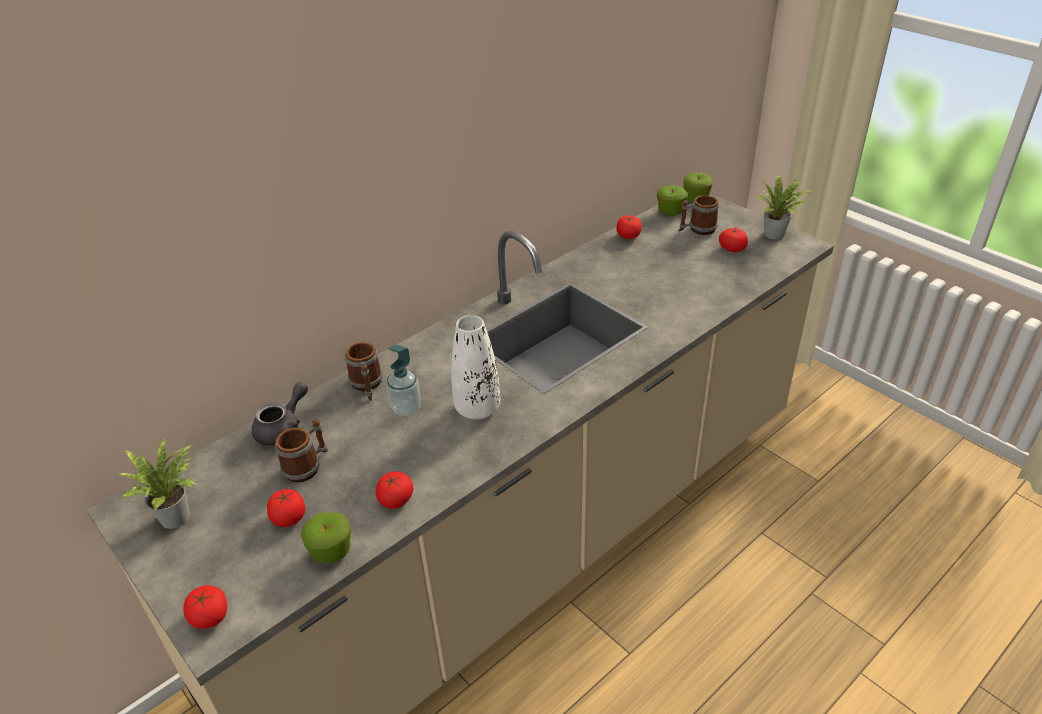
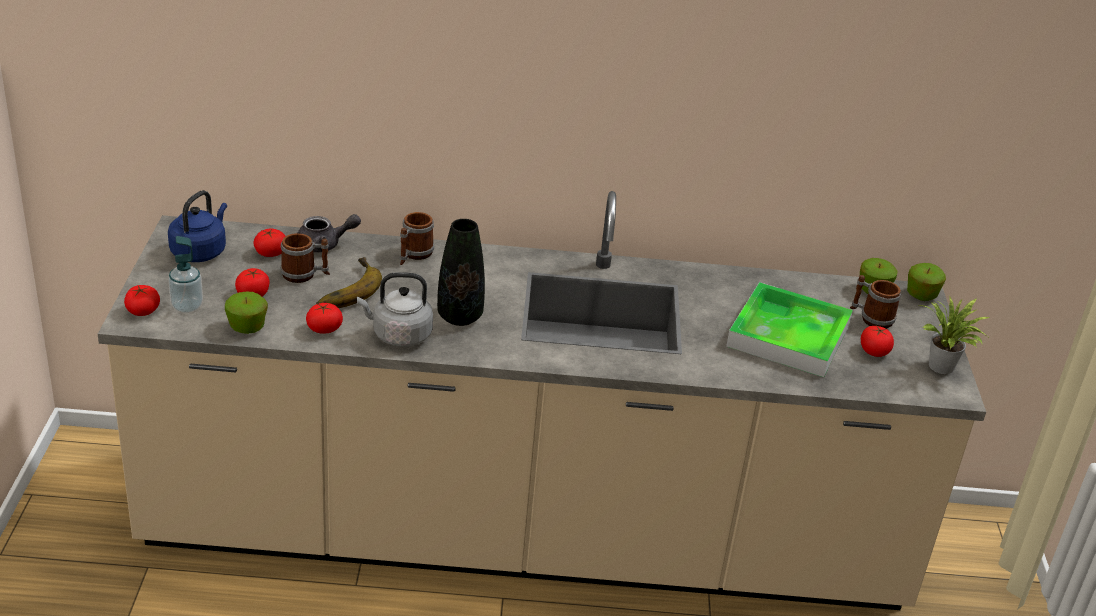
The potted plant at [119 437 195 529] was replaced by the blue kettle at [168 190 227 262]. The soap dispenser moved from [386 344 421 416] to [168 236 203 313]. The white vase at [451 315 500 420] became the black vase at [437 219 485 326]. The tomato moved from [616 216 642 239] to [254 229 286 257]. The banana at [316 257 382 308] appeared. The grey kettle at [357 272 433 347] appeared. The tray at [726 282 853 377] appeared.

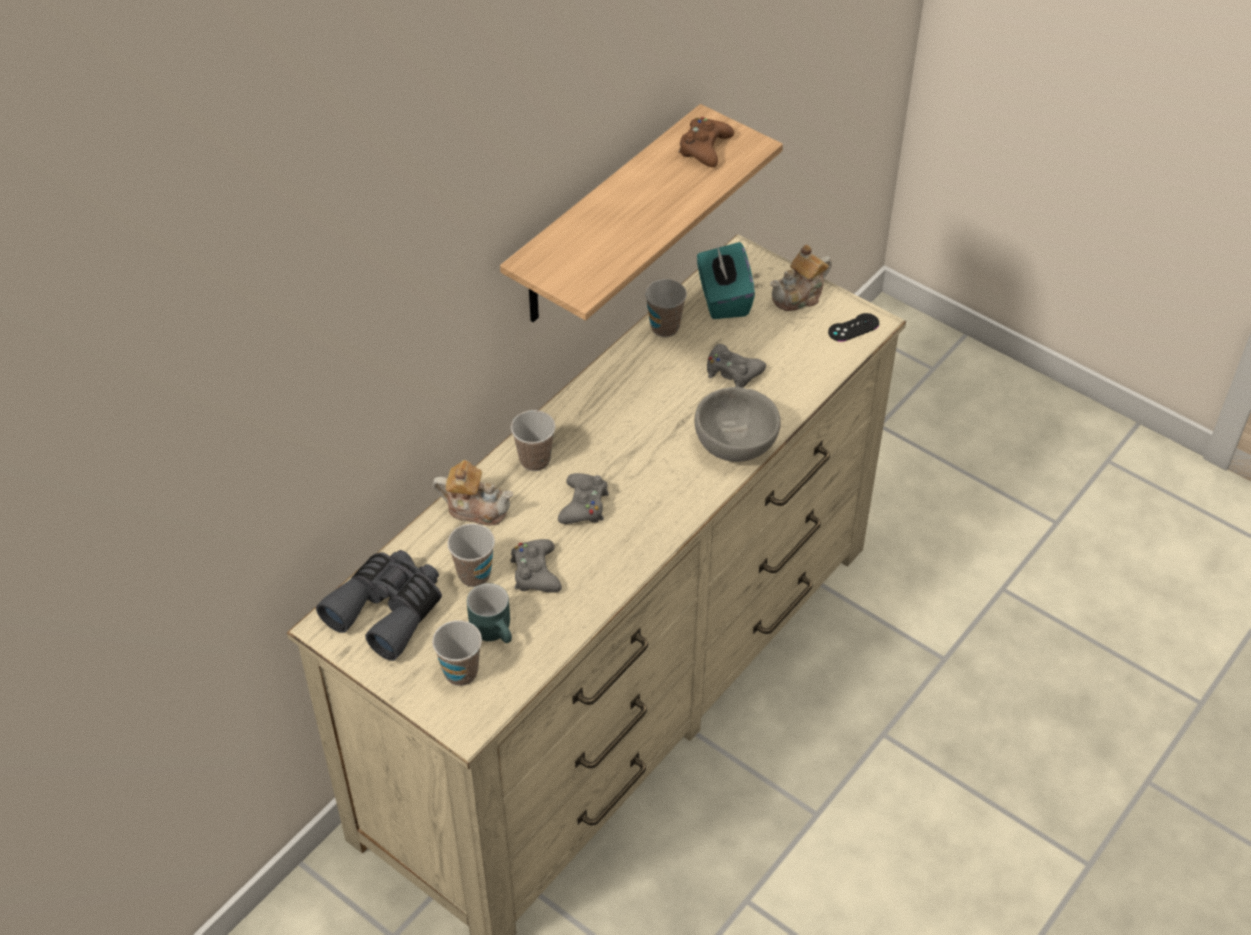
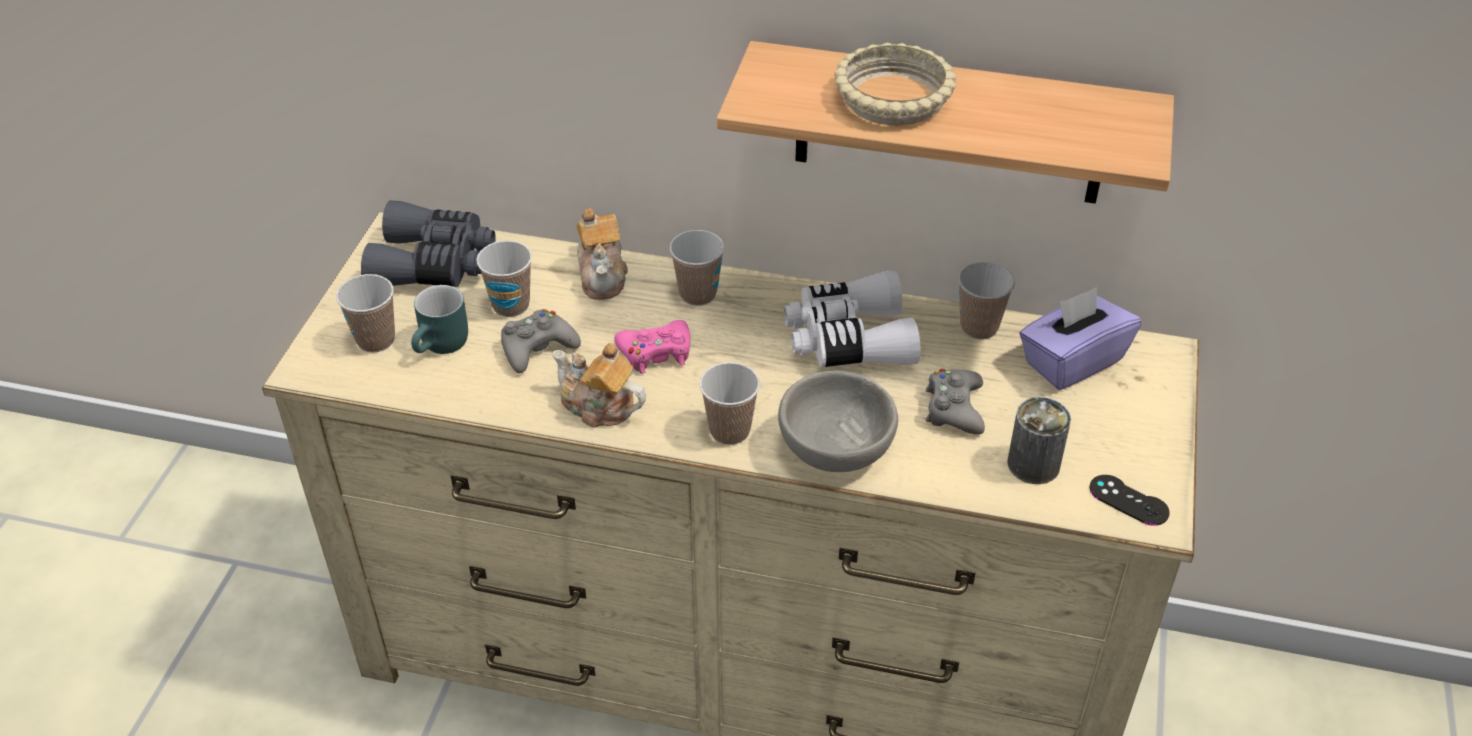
The grey game controller at [558 473 609 524] became the pink game controller at [614 320 690 374]. The brown game controller at [679 117 734 167] disappeared. The turquoise tissue box at [697 242 755 319] became the purple tissue box at [1019 287 1141 390]. The teapot moved from [770 245 832 311] to [552 343 646 428]. The cup at [700 362 760 445] appeared. The white binoculars at [784 271 921 367] appeared. The beige bowl at [834 43 956 125] appeared. The can at [1007 397 1071 484] appeared.

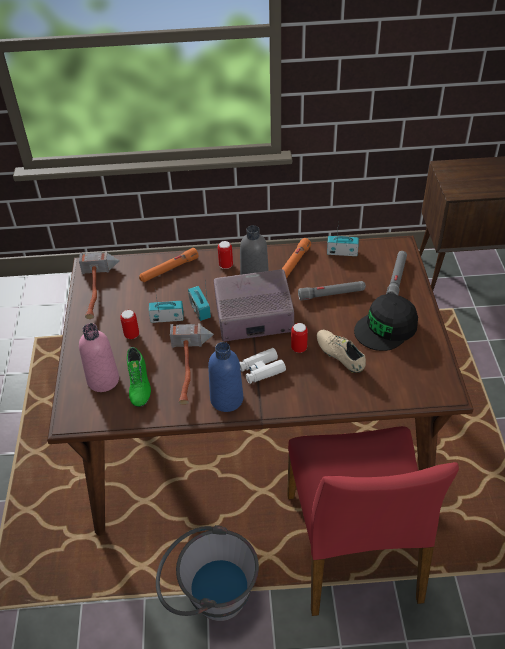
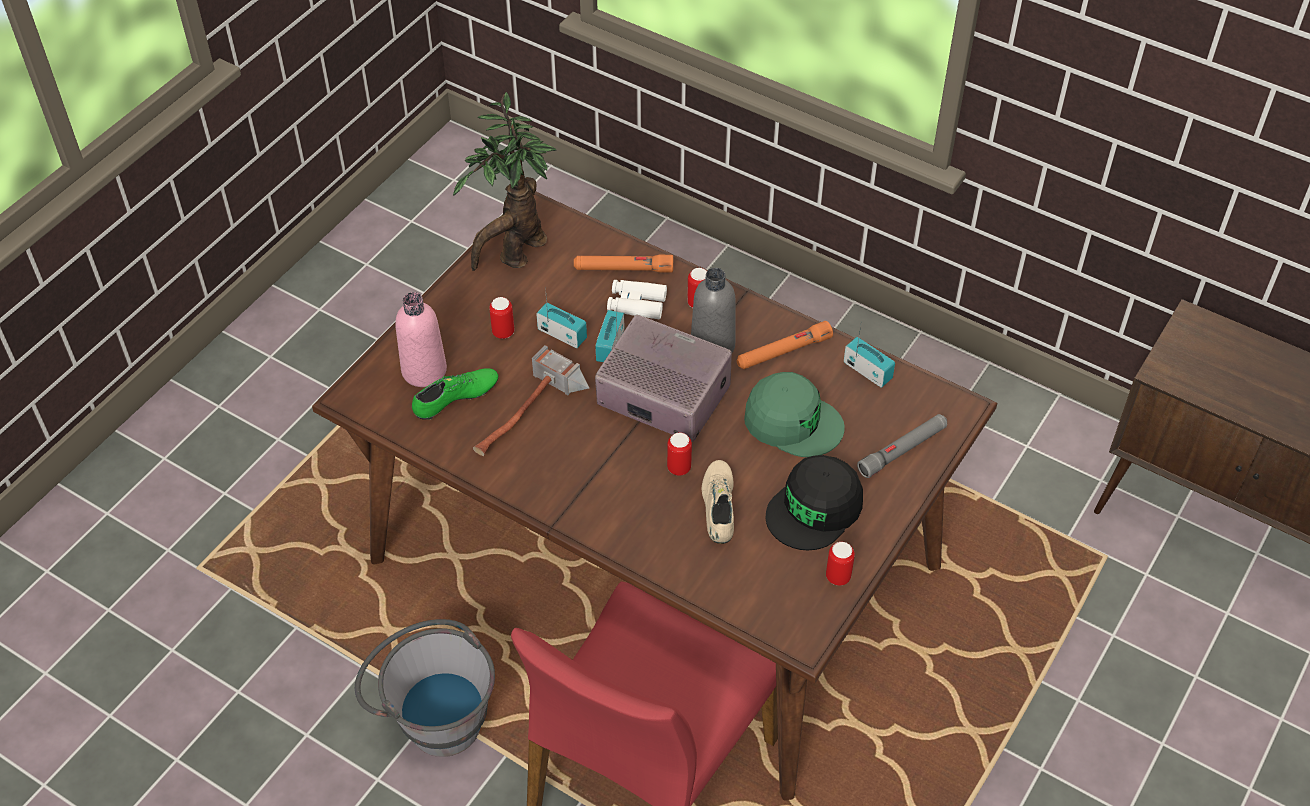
The hammer at [79 251 120 319] was replaced by the potted plant at [453 92 556 271]. The green shoe at [127 347 151 407] turned 150 degrees counterclockwise. The blue bottle at [208 342 243 412] disappeared. The white binoculars moved from [240 348 286 384] to [607 280 667 319]. The grey flashlight at [298 281 366 301] was replaced by the green cap at [744 372 845 457]. The black cap at [354 294 418 351] turned 45 degrees counterclockwise. The can at [826 542 855 586] appeared.

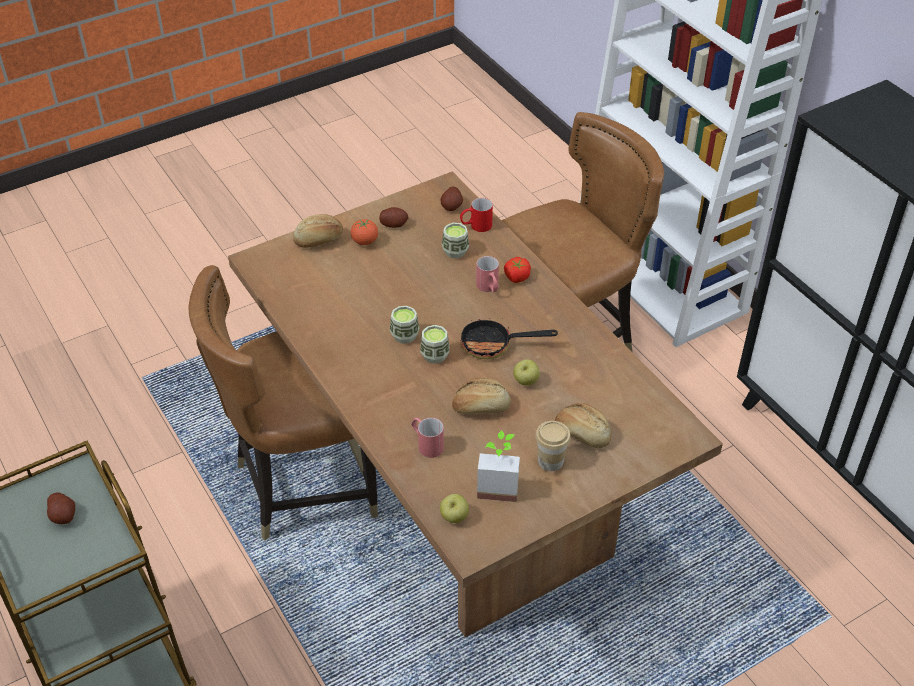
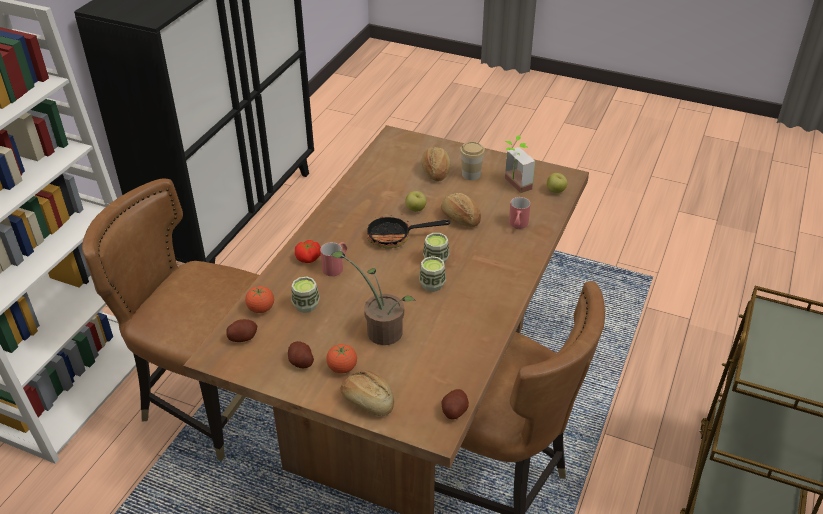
The potato moved from [47 492 75 524] to [441 389 469 420]. The red mug at [460 198 493 232] was replaced by the tomato at [245 286 274 313]. The frying pan at [460 312 558 359] turned 120 degrees clockwise. The potted plant at [330 251 416 345] appeared.

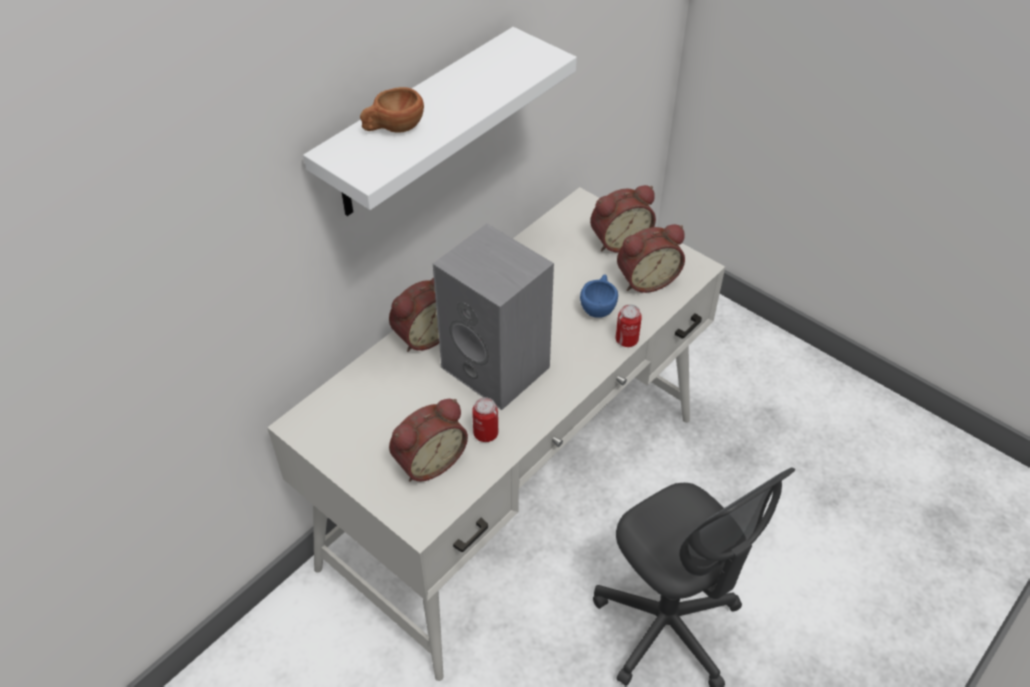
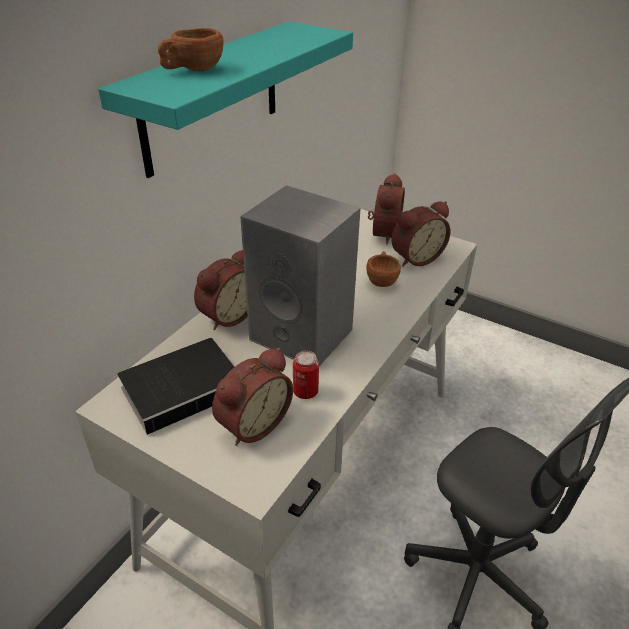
The white shelf at [303 27 577 216] became the turquoise shelf at [98 22 353 178]. The blue cup at [580 274 618 318] became the brown cup at [366 251 401 287]. The alarm clock at [590 185 656 253] turned 45 degrees counterclockwise. The can at [615 304 642 347] disappeared. The book at [117 338 234 435] appeared.

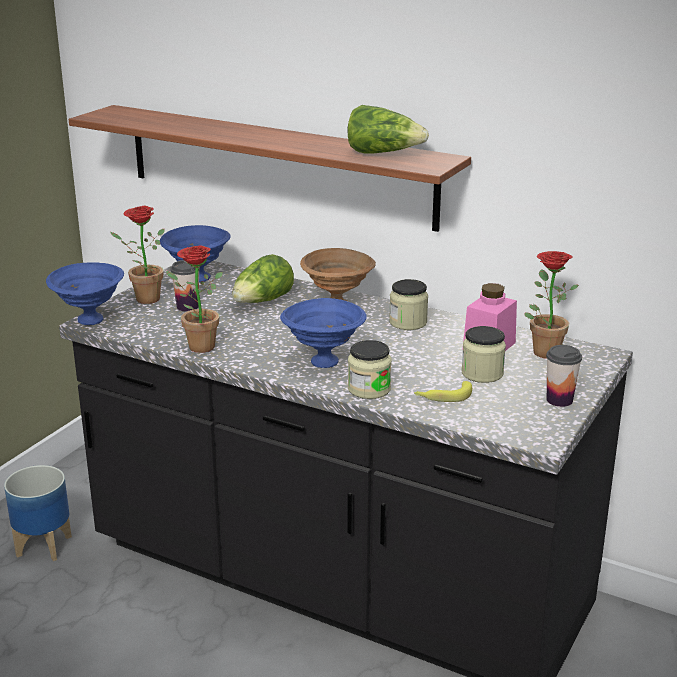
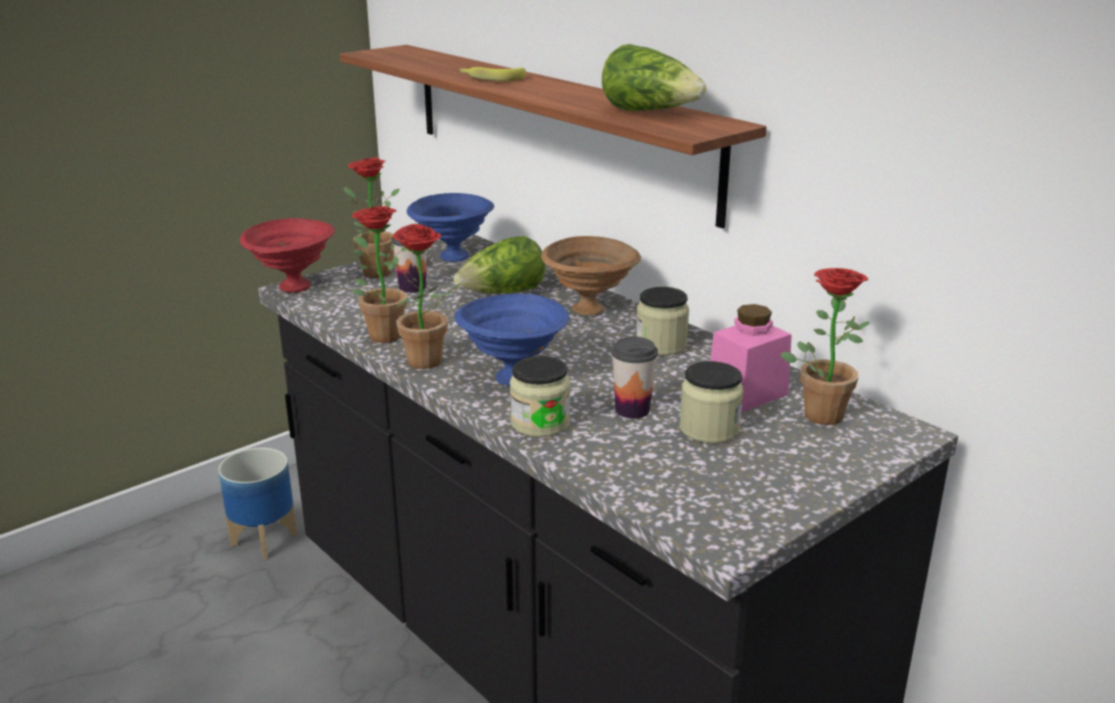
The blue bowl at [46 262 124 325] became the red bowl at [239 218 335 293]. The banana moved from [414 381 472 402] to [459 67 526 81]. The cup moved from [546 345 582 407] to [611 337 658 419]. The potted plant at [390 224 462 369] appeared.

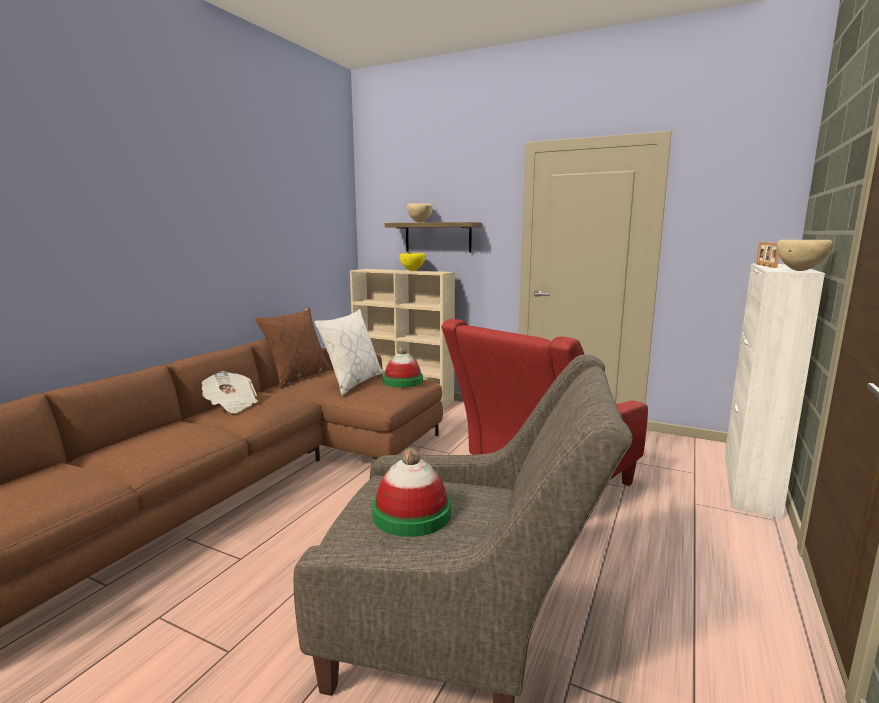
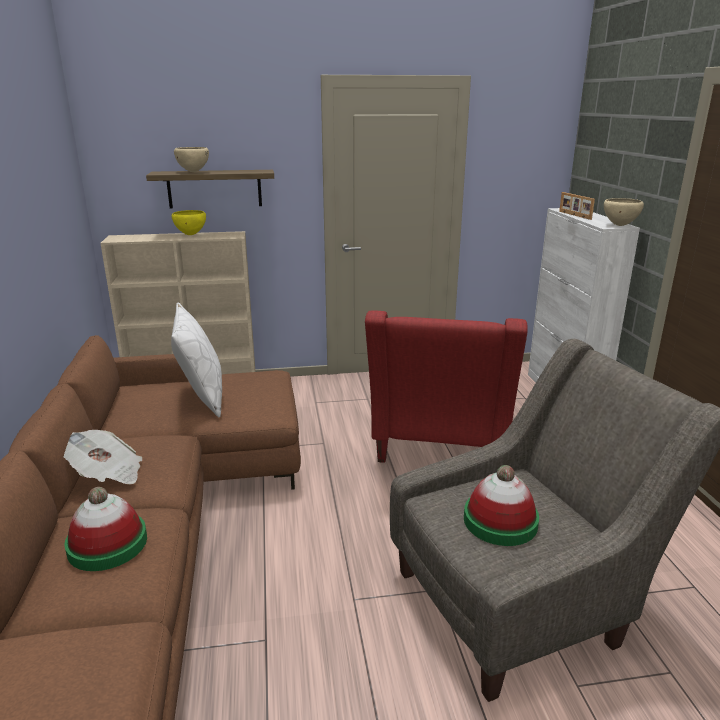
The brown pillow at [255 308 331 388] disappeared. The hat moved from [383 347 423 387] to [64 487 147 571].

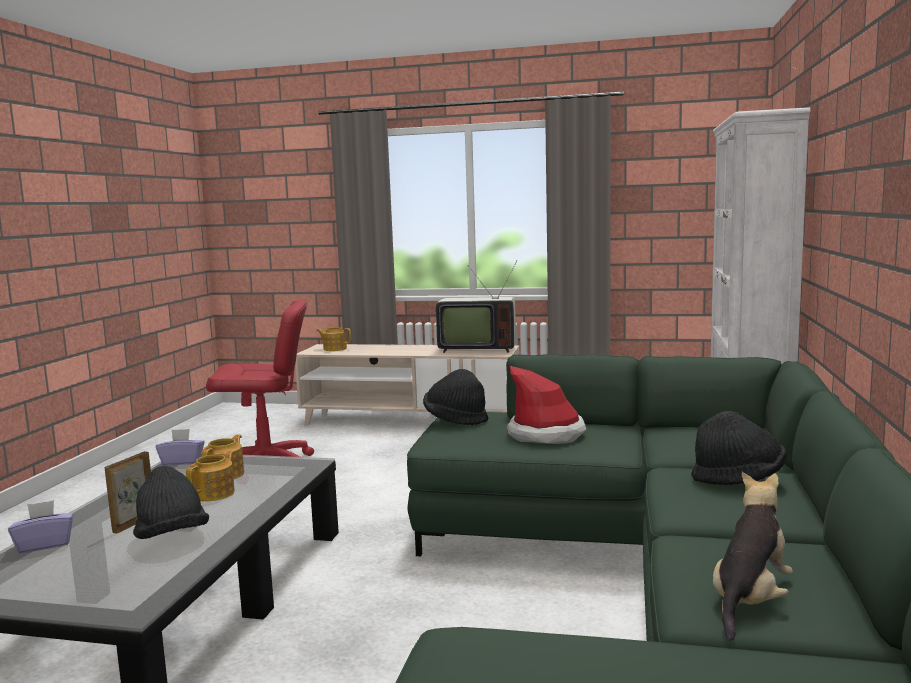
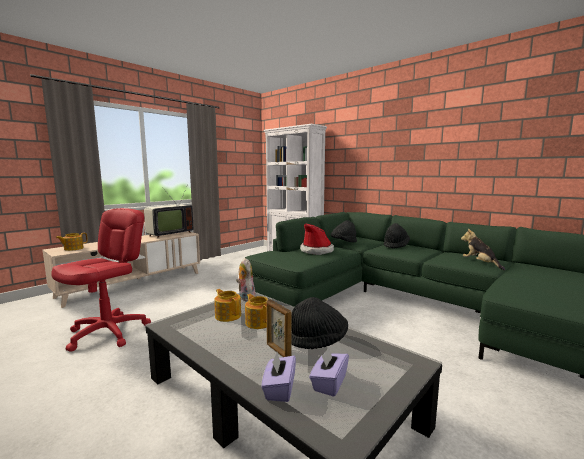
The purple tissue box moved from [156 429 205 466] to [309 347 349 397]. The black hat moved from [423 369 488 425] to [331 220 357 242]. The plush toy at [236 258 255 301] appeared.

